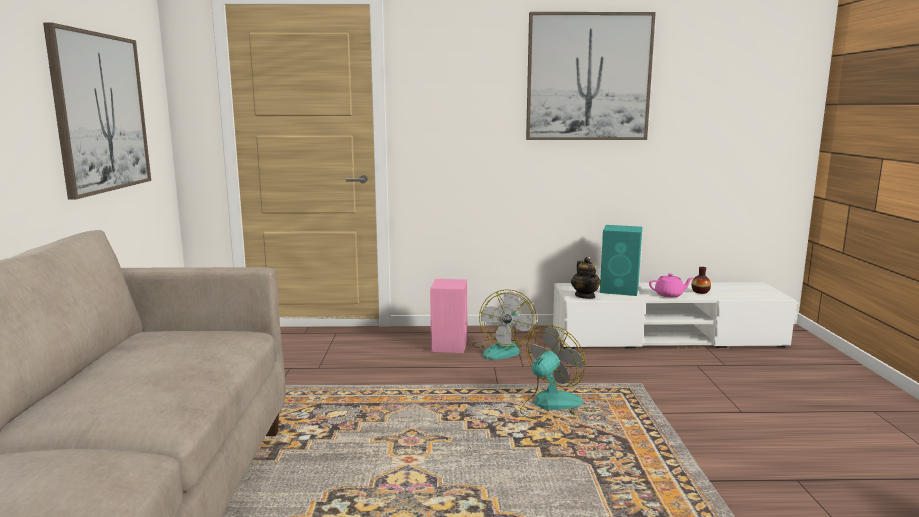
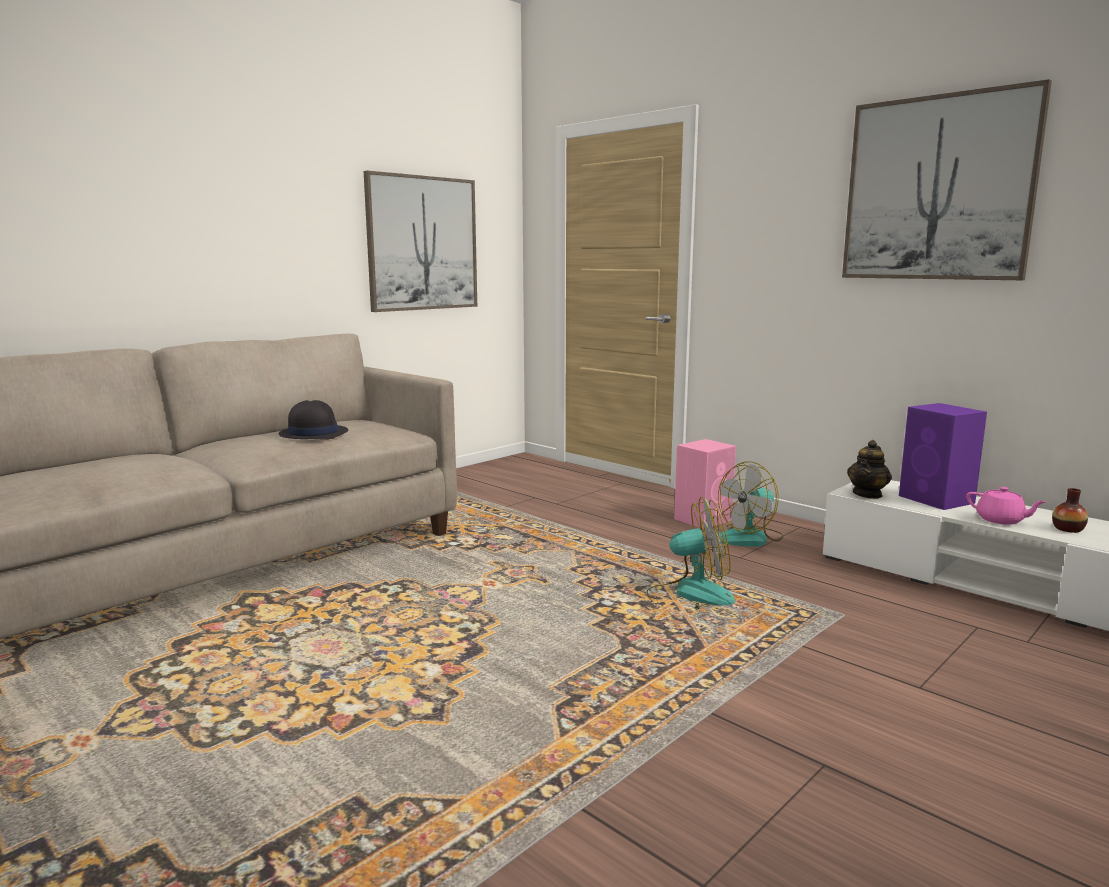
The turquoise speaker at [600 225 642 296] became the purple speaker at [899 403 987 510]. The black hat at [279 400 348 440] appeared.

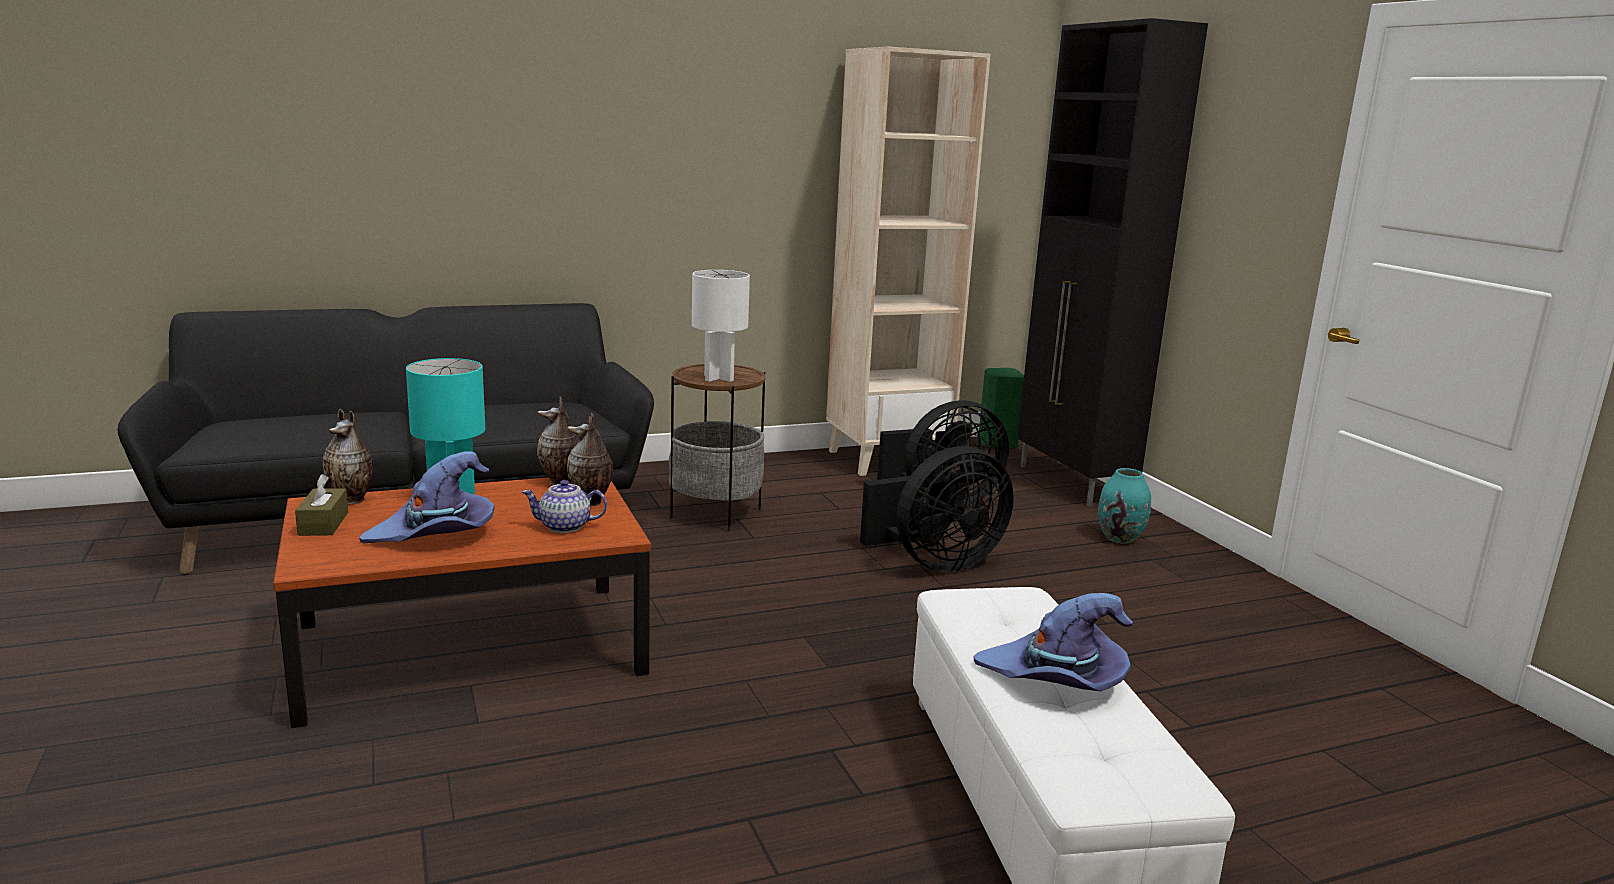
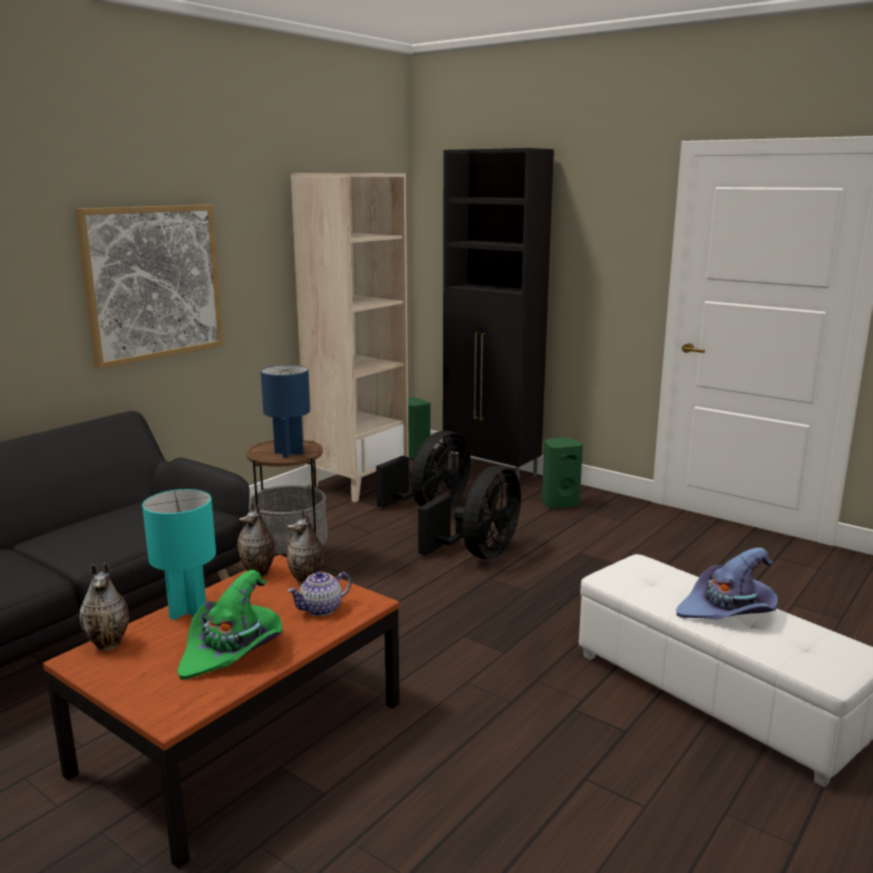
The brown tissue box at [295 474 348 536] disappeared. The purple hat at [359 452 494 543] became the green hat at [177 570 283 679]. The white table lamp at [692 270 750 382] became the blue table lamp at [261 365 310 458]. The turquoise vase at [1098 468 1151 544] was replaced by the green speaker at [542 437 583 509]. The picture at [75 205 223 369] appeared.

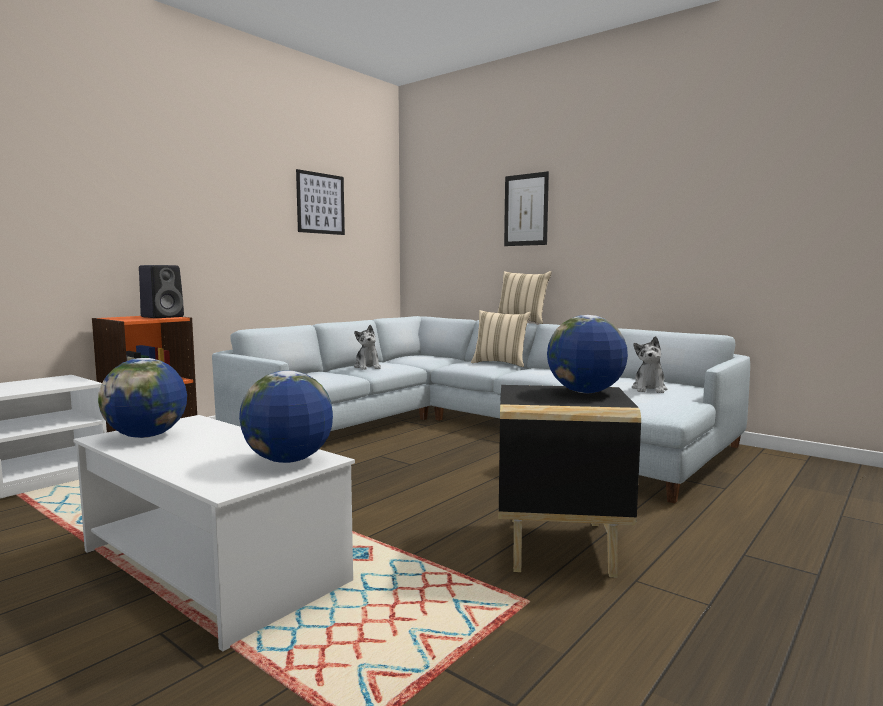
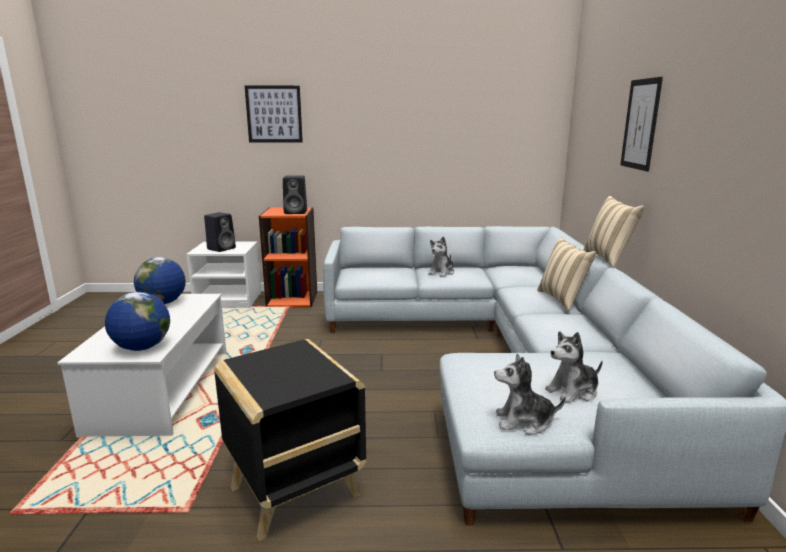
The picture moved from [296 169 345 235] to [245 86 303 142]. The globe at [547 315 628 393] disappeared. The black speaker at [204 212 236 252] appeared. The plush toy at [494 354 566 435] appeared.

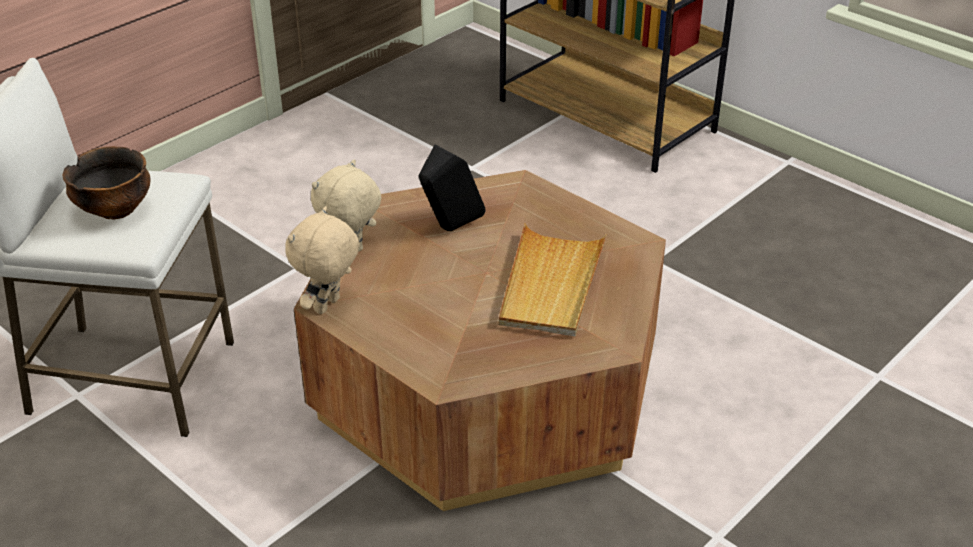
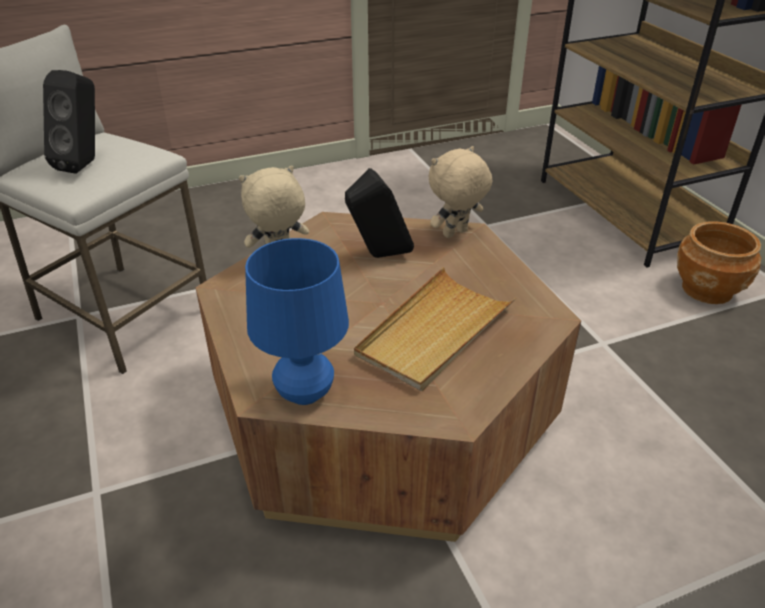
The bowl at [62 146 151 219] was replaced by the black speaker at [43 70 95 174]. The beige plush toy moved from [285 206 360 314] to [429 146 492 238]. The blue table lamp at [245 238 349 405] appeared. The brown planter at [677 221 761 304] appeared.

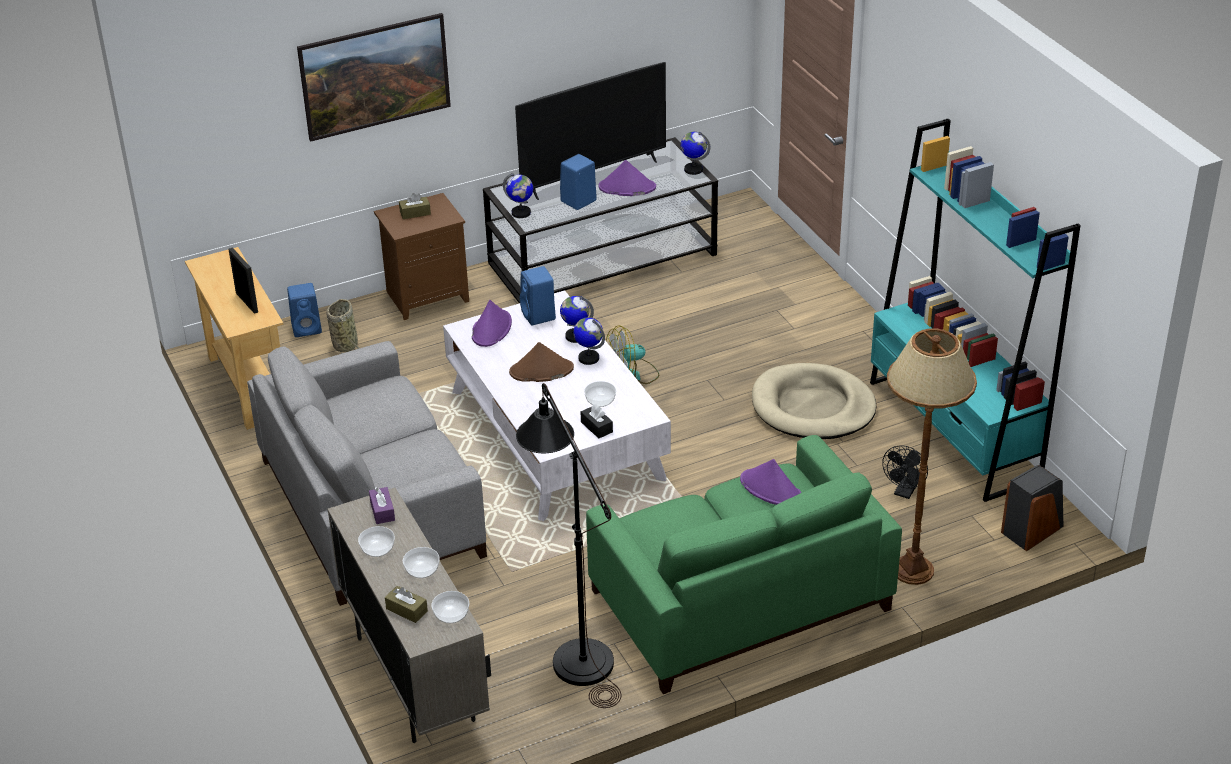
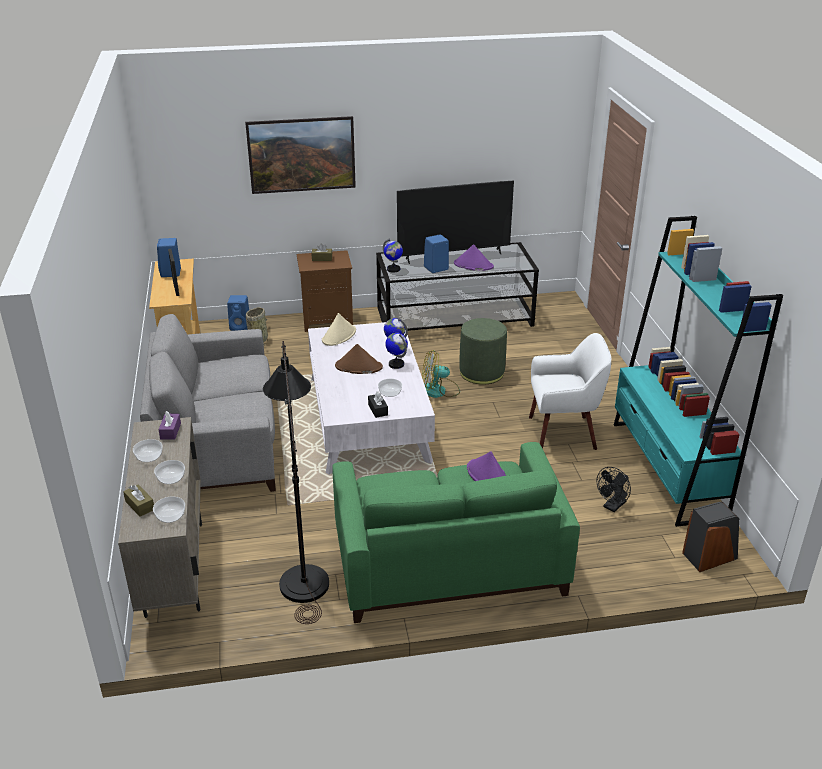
The purple hat at [472 300 512 347] became the beige hat at [322 313 356 346]. The blue speaker moved from [520 266 556 325] to [157 238 181 277]. The globe at [681 132 710 175] disappeared. The beige dog bed at [752 363 876 439] was replaced by the white armchair at [529 333 611 450]. The brown floor lamp at [887 328 977 585] disappeared. The green ottoman at [459 318 507 385] appeared.

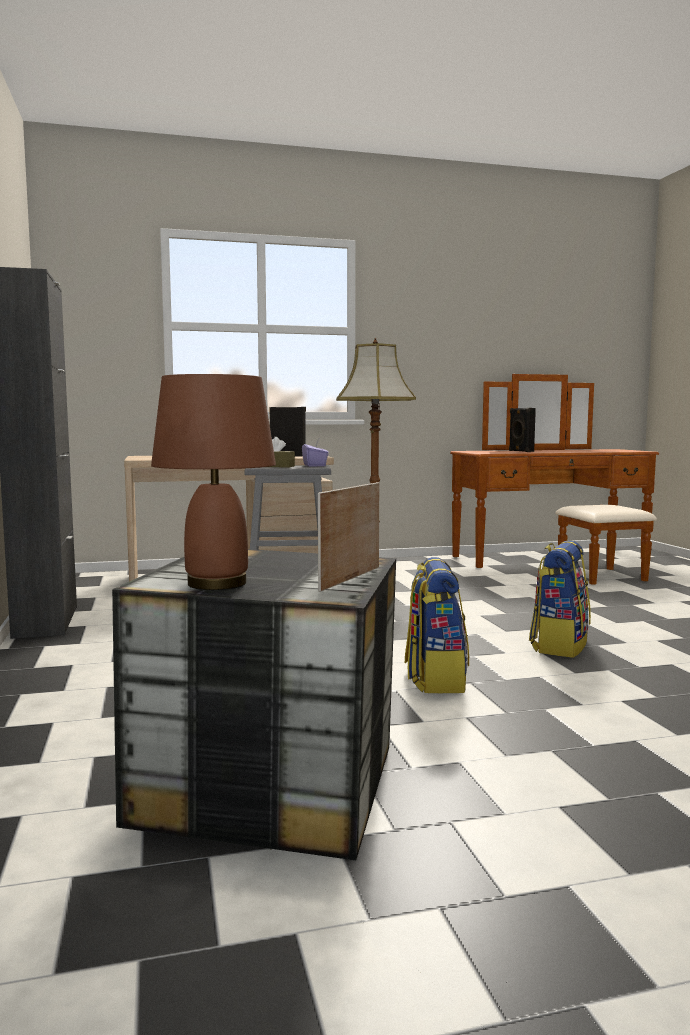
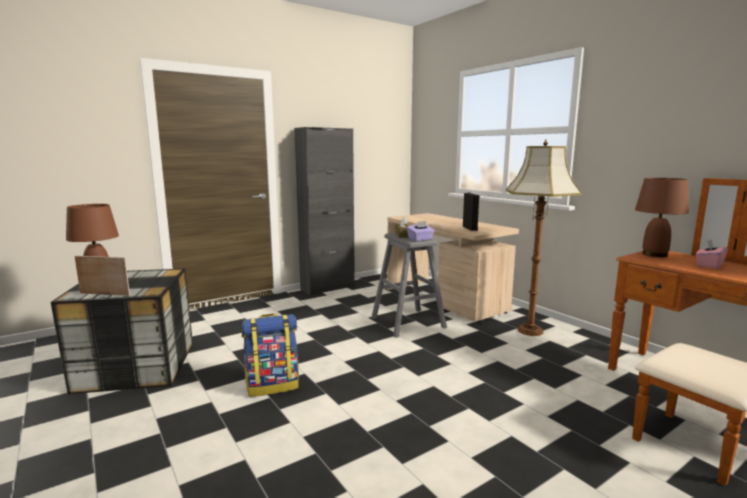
The black speaker at [509 408 536 452] was replaced by the pink tissue box at [696 239 728 269]. The backpack at [529 540 591 658] disappeared. The brown table lamp at [635 178 689 257] appeared.

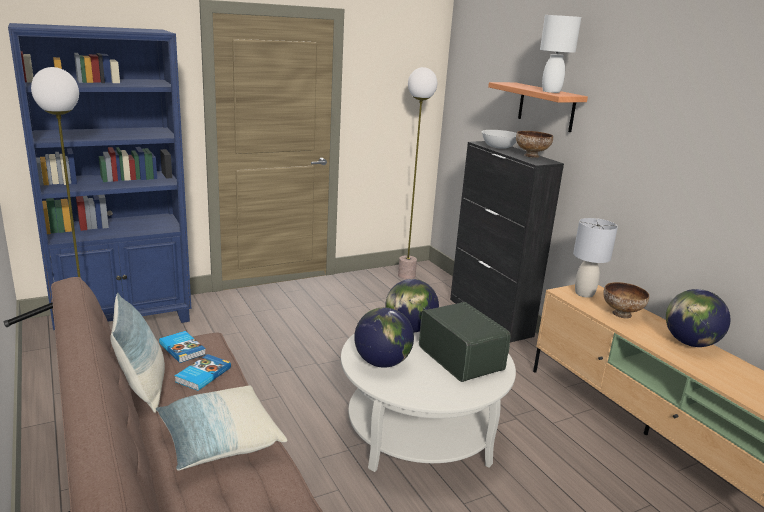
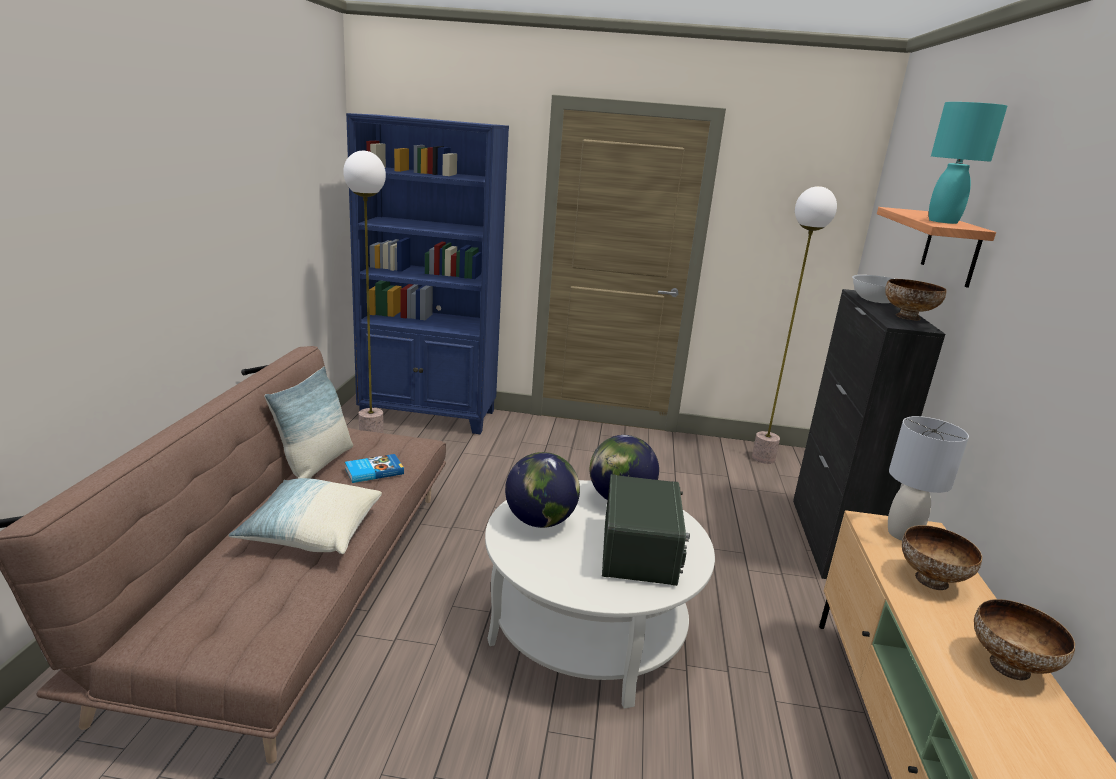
The book at [159 331 206 363] disappeared. The white table lamp at [540 15 581 93] became the turquoise table lamp at [929 102 1007 224]. The globe at [666 289 730 347] was replaced by the bowl at [974 599 1075 680].

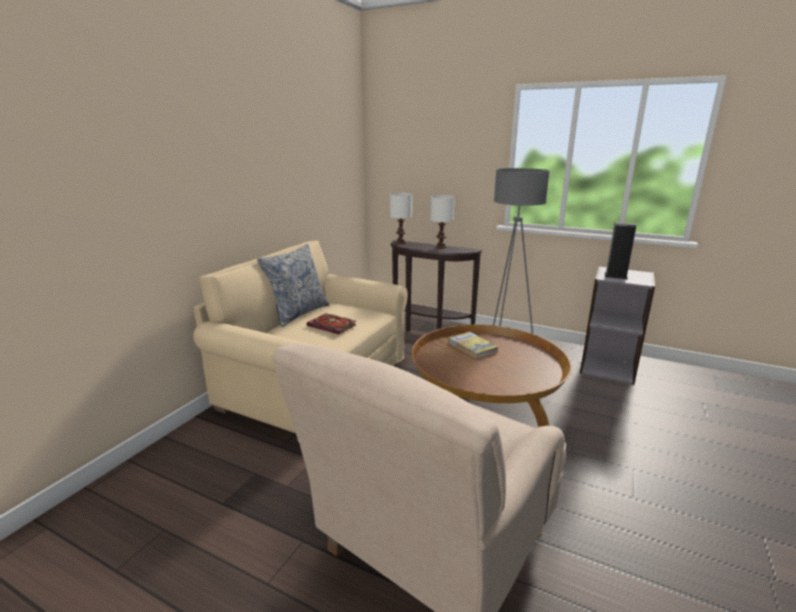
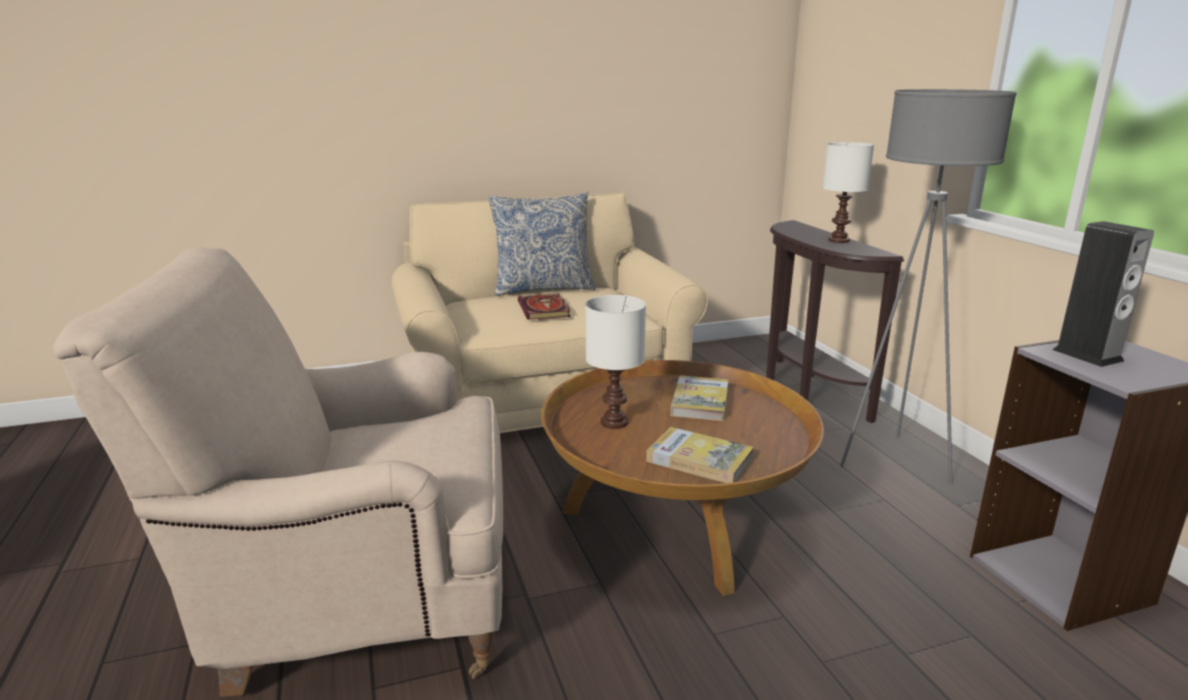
The white table lamp moved from [390 193 412 244] to [585 295 646 429]. The book at [646 427 754 483] appeared.

